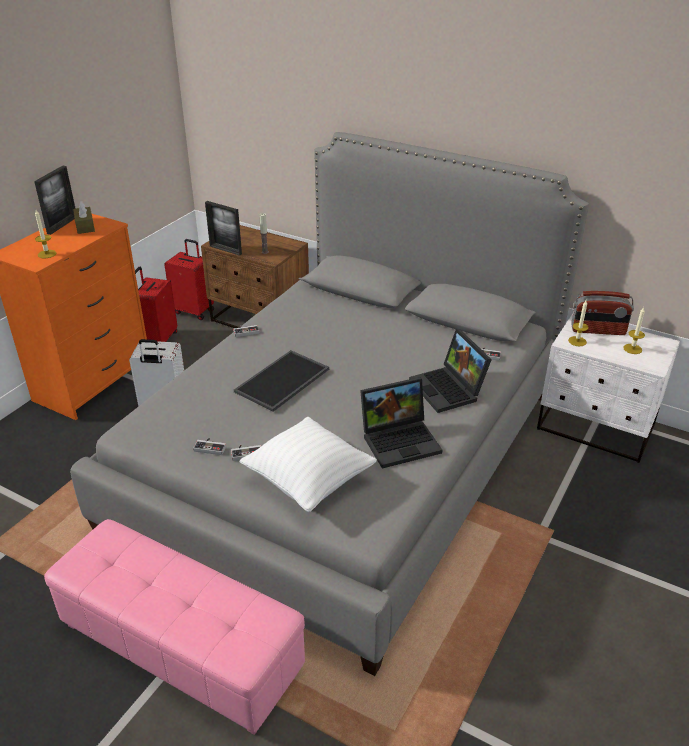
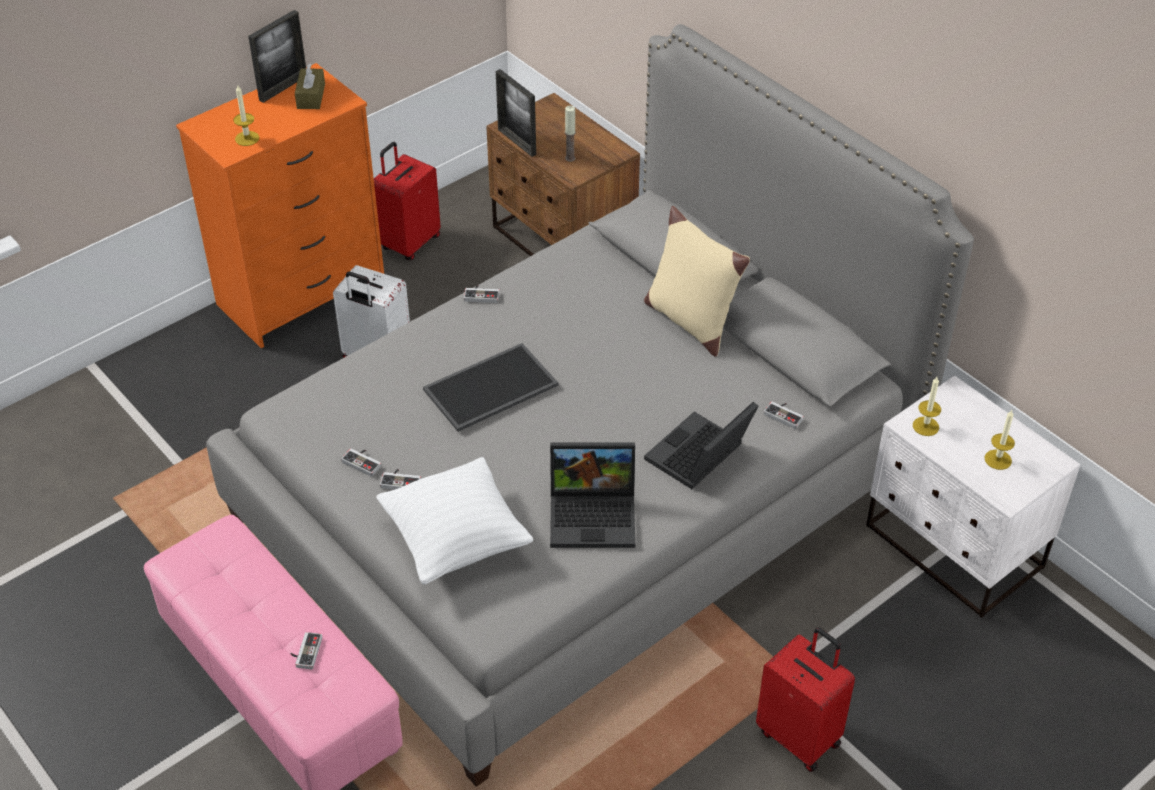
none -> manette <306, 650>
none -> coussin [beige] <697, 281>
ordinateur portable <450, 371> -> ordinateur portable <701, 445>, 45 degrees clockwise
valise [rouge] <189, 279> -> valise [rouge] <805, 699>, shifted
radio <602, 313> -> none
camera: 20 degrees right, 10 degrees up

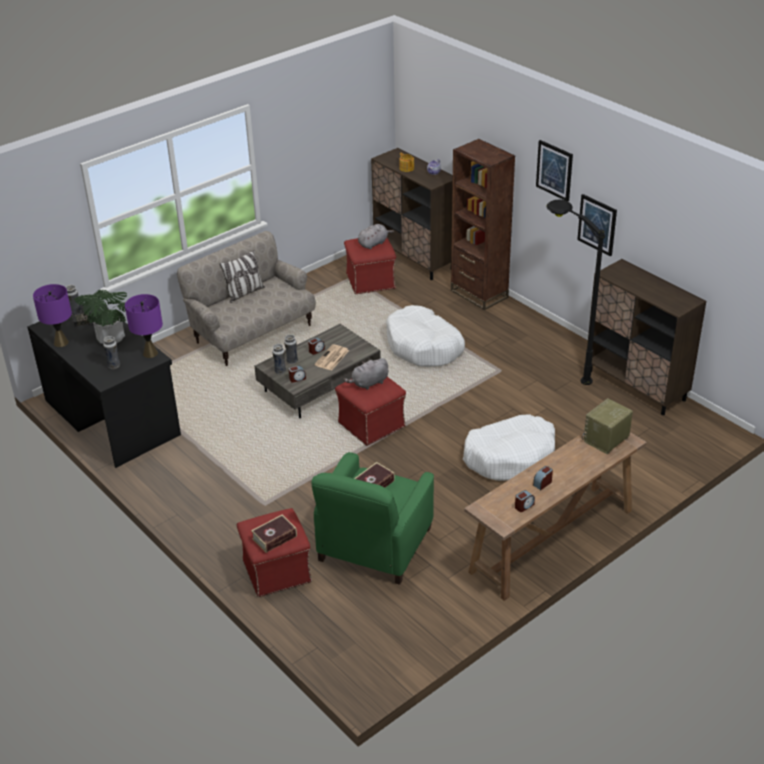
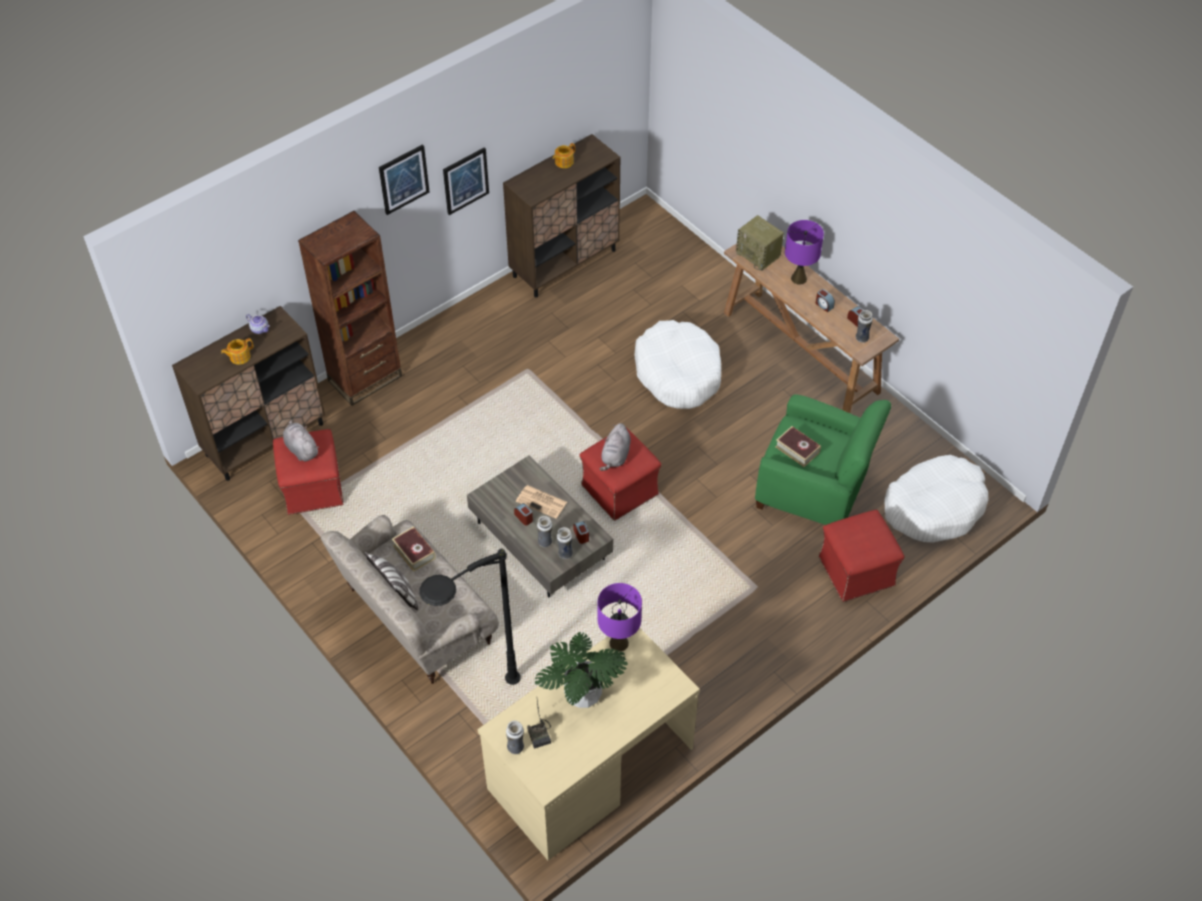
livre <274, 533> -> livre <414, 549>, shifted
lampadaire [noir] <575, 292> -> lampadaire [noir] <470, 617>, shifted
bureau [noir] <104, 384> -> bureau [beige] <589, 744>
none -> théière <564, 155>
peluche [gris] <365, 374> -> peluche [gris] <615, 447>, 45 degrees clockwise
lampe de table [violet] <52, 315> -> lampe de table [violet] <804, 252>, shifted
vase <111, 352> -> vase <864, 326>, shifted
panier pour chien [blanc] <425, 336> -> panier pour chien [blanc] <937, 498>, shifted
camera: 90 degrees left, 15 degrees up

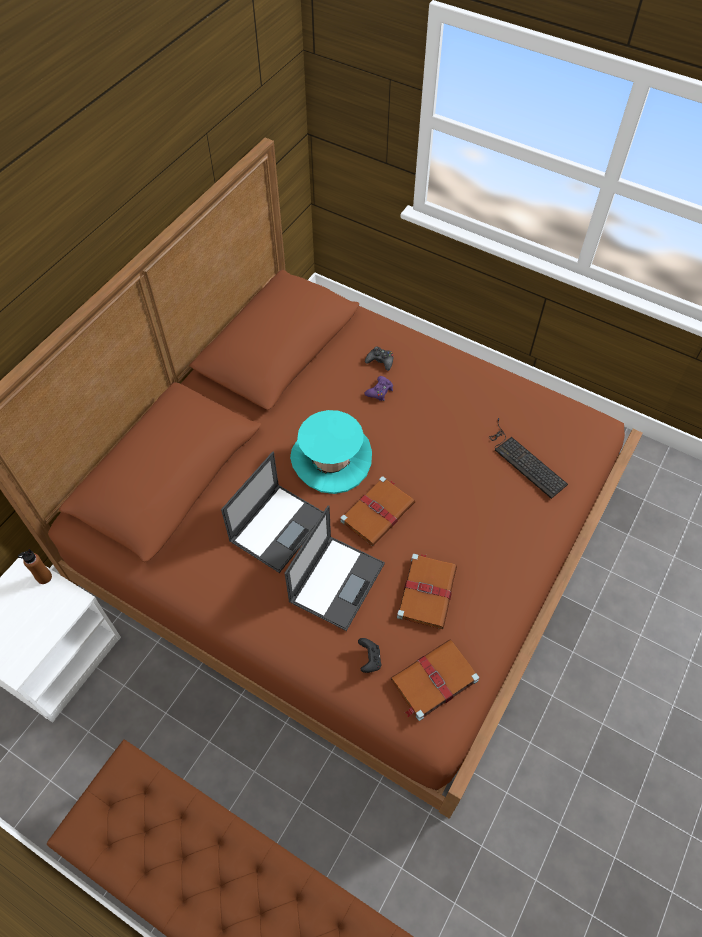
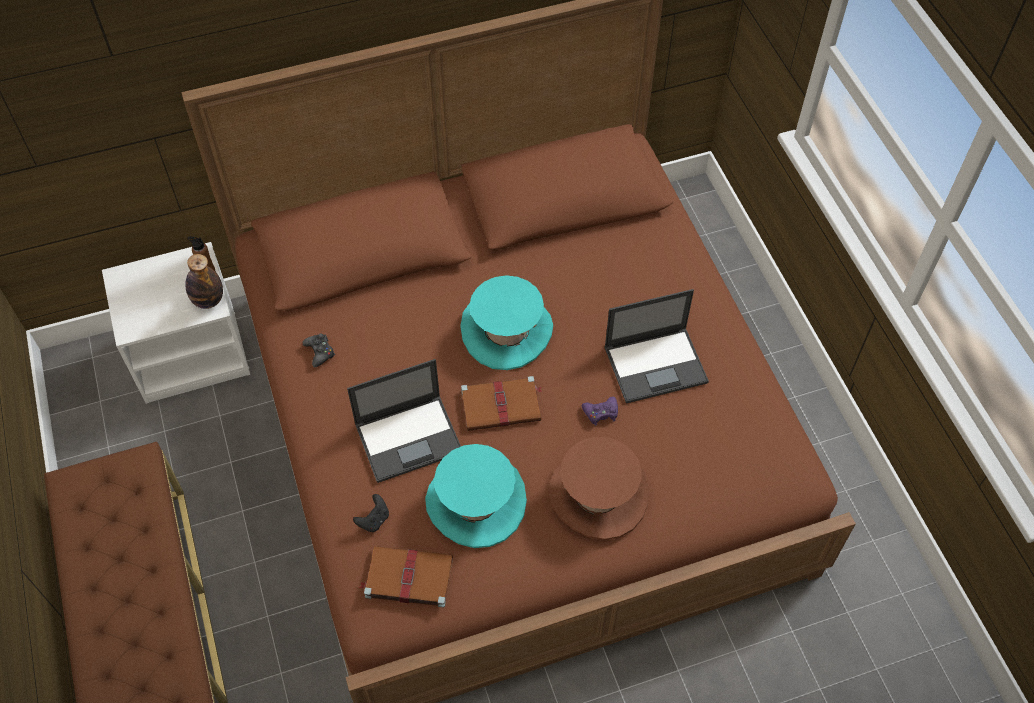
none -> bouteille <204, 281>
manette [noir] <379, 358> -> manette [noir] <319, 350>, shifted
livre [marron] <427, 591> -> chapeau [turquoise] <476, 496>
none -> chapeau [marron] <598, 488>
manette [violet] <378, 388> -> manette [violet] <600, 411>, shifted
ordinateur portable <272, 512> -> ordinateur portable <656, 346>, shifted
clavier <528, 458> -> none
camera: 40 degrees right, 0 degrees up

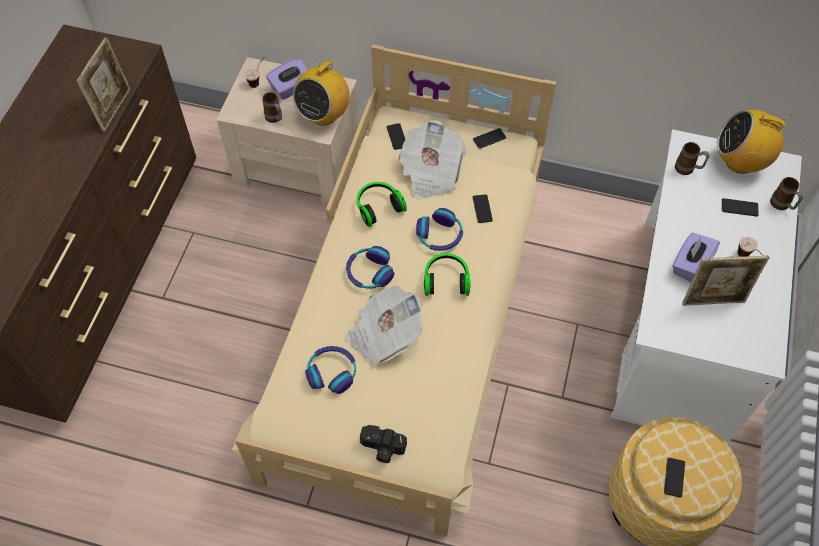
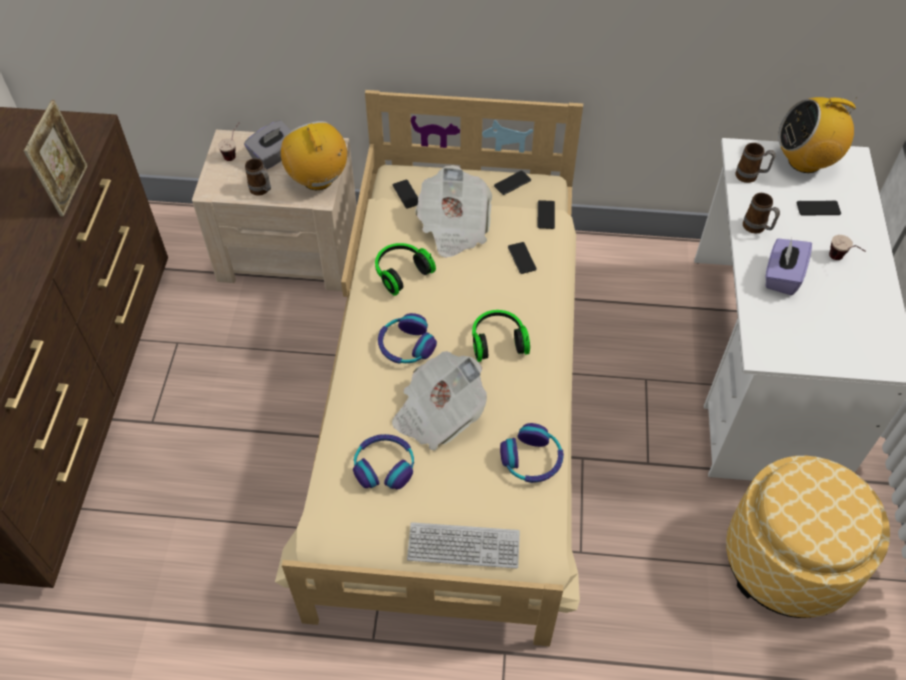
boîte à mouchoirs [violet] <287, 79> -> boîte à mouchoirs [gris] <267, 144>
radio <321, 91> -> radio <314, 155>, 135 degrees clockwise
appareil photo <383, 444> -> clavier <463, 545>
casque audio <439, 229> -> casque audio <532, 453>, shifted
téléphone <674, 478> -> téléphone <546, 214>, shifted
mug <786, 193> -> mug <761, 213>, shifted
cadre photo <725, 281> -> none
camera: 10 degrees left, 5 degrees down

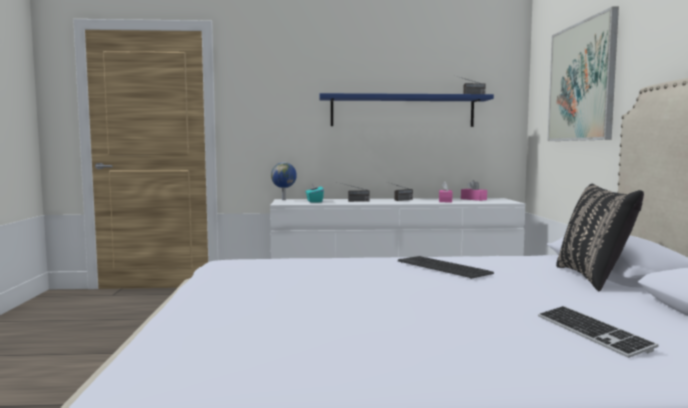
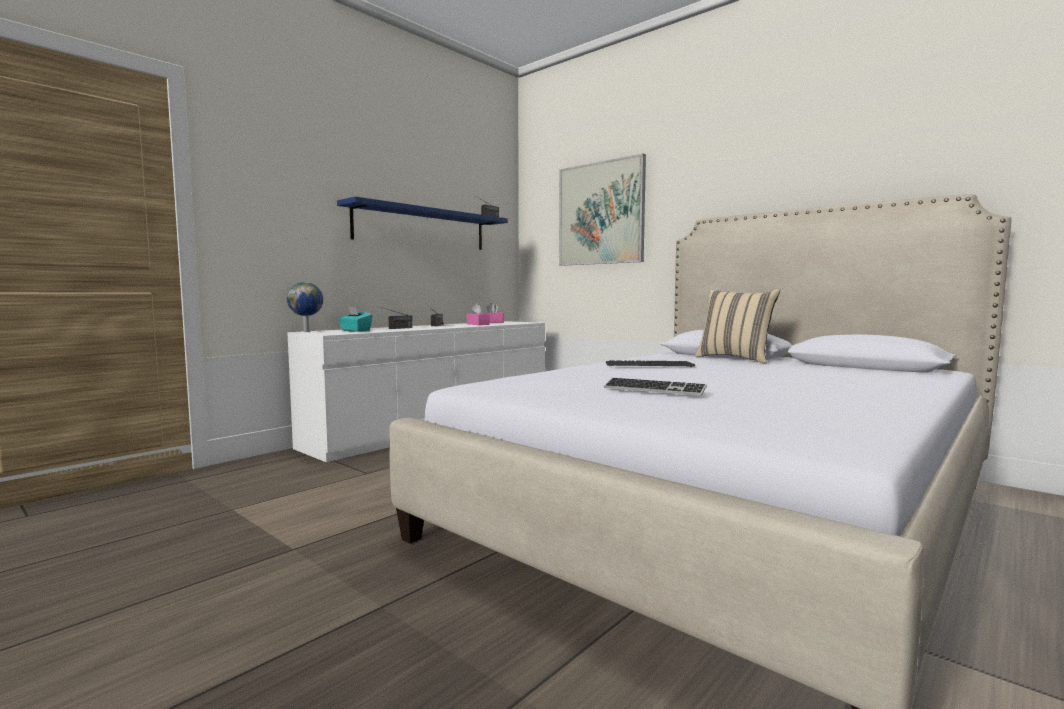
clavier <598, 332> -> clavier <655, 387>, shifted
coussin [noir] <600, 237> -> coussin [beige] <737, 326>
camera: 45 degrees left, 0 degrees up

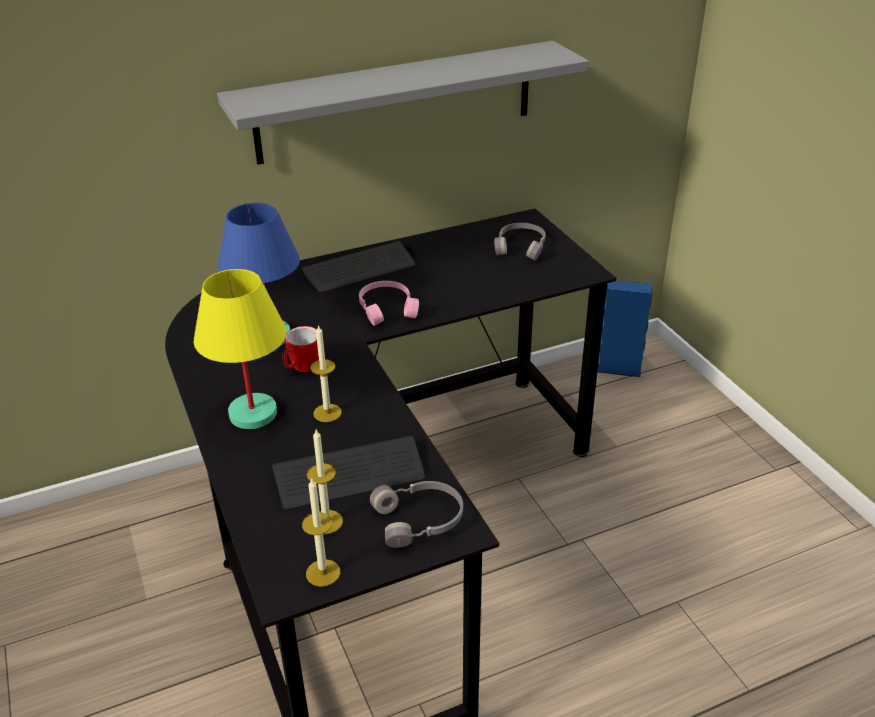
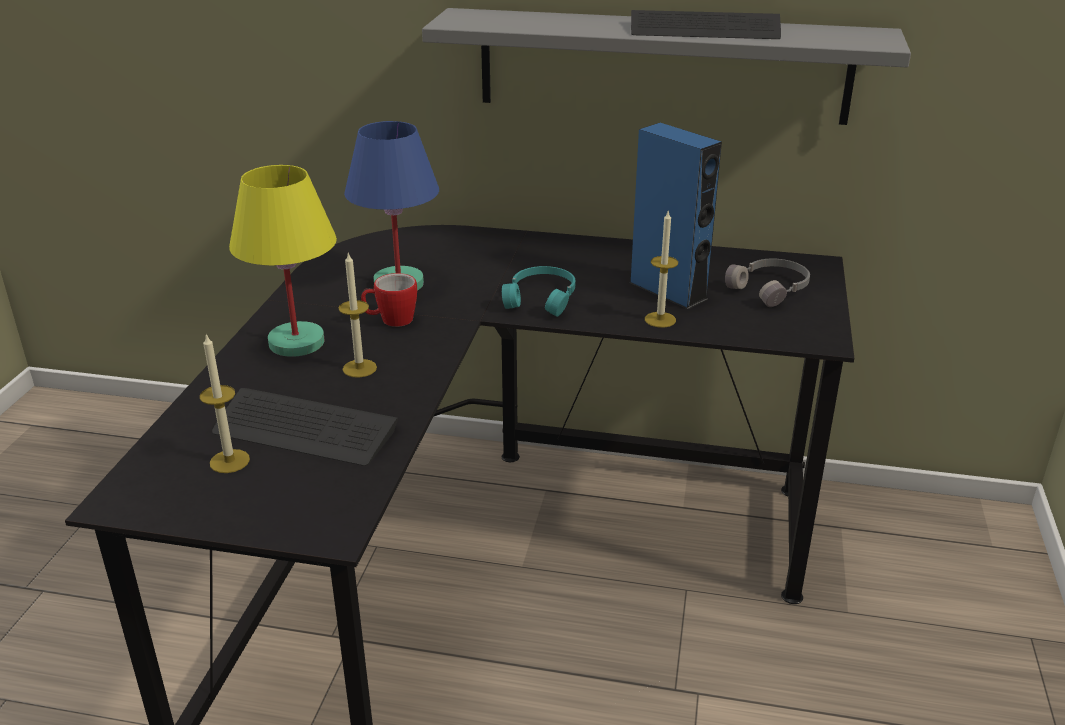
casque audio [rose] <389, 303> -> casque audio [turquoise] <538, 291>
enceinte [bleu] <624, 329> -> enceinte [bleu] <675, 216>, shifted
clavier <358, 266> -> clavier <706, 24>, shifted
bougie <321, 532> -> bougie <661, 269>, shifted
casque audio [gris] <416, 514> -> none
camera: 35 degrees right, 5 degrees down

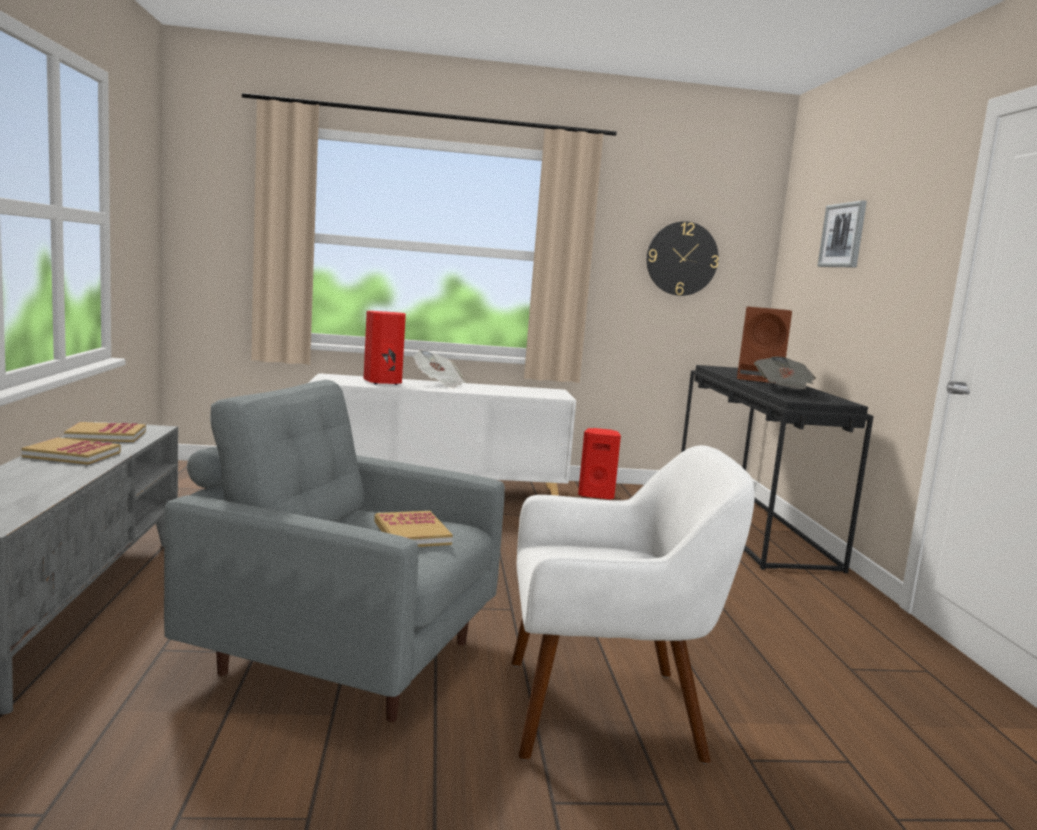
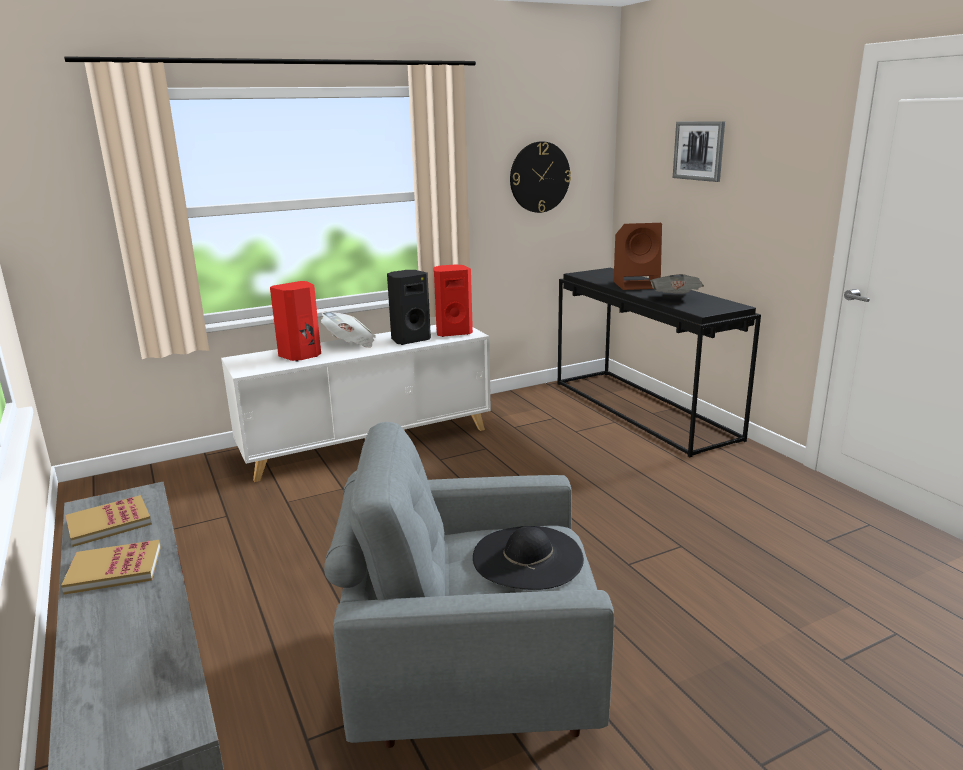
none -> enceinte [noir] <409, 307>
enceinte [rouge] <599, 464> -> enceinte [rouge] <453, 301>, shifted
livre <413, 529> -> chapeau [noir] <528, 558>
fauteuil [blanc] <633, 604> -> none
camera: 20 degrees left, 10 degrees up

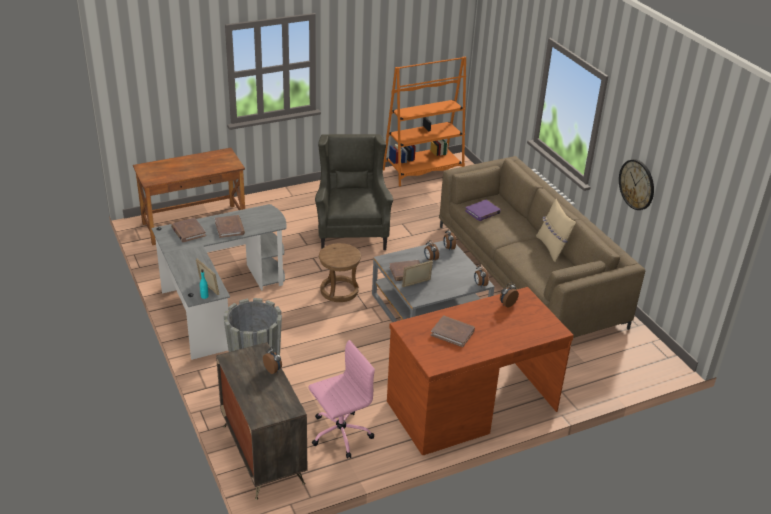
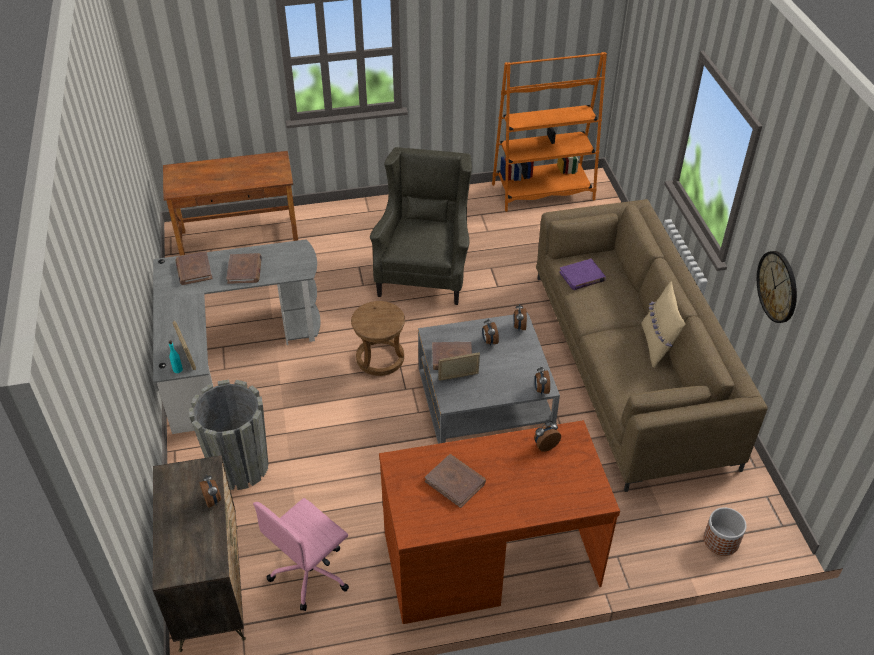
chaise de bureau [rose] <342, 399> -> chaise de bureau [rose] <301, 554>, 150 degrees clockwise
none -> cache-pot <725, 531>
camera: 15 degrees right, 10 degrees up

